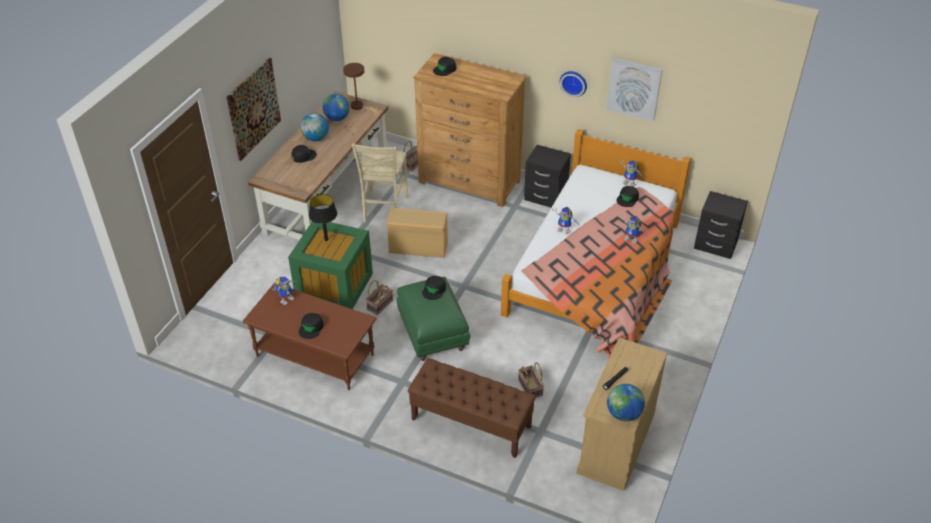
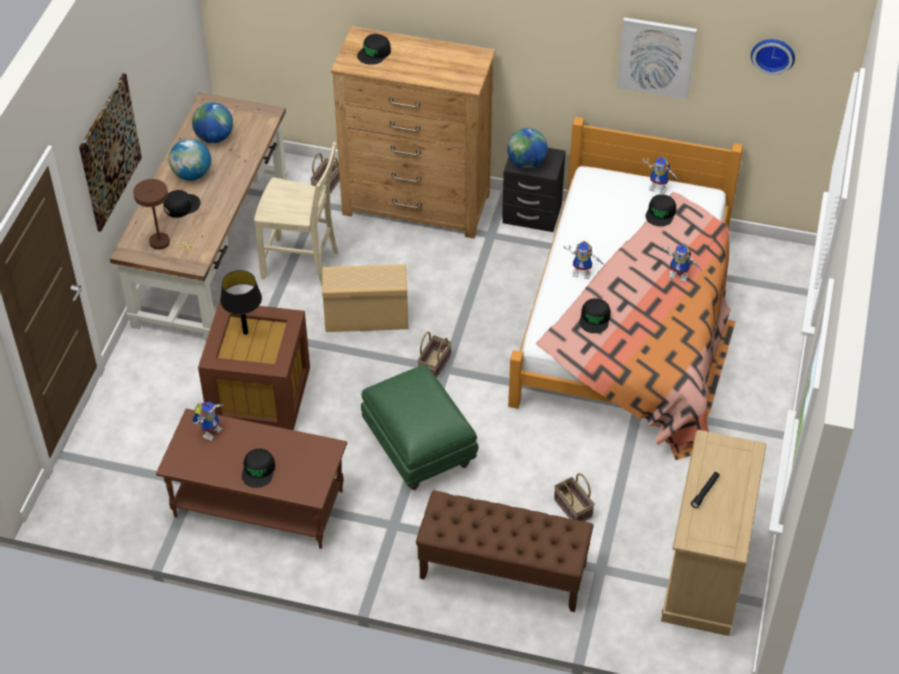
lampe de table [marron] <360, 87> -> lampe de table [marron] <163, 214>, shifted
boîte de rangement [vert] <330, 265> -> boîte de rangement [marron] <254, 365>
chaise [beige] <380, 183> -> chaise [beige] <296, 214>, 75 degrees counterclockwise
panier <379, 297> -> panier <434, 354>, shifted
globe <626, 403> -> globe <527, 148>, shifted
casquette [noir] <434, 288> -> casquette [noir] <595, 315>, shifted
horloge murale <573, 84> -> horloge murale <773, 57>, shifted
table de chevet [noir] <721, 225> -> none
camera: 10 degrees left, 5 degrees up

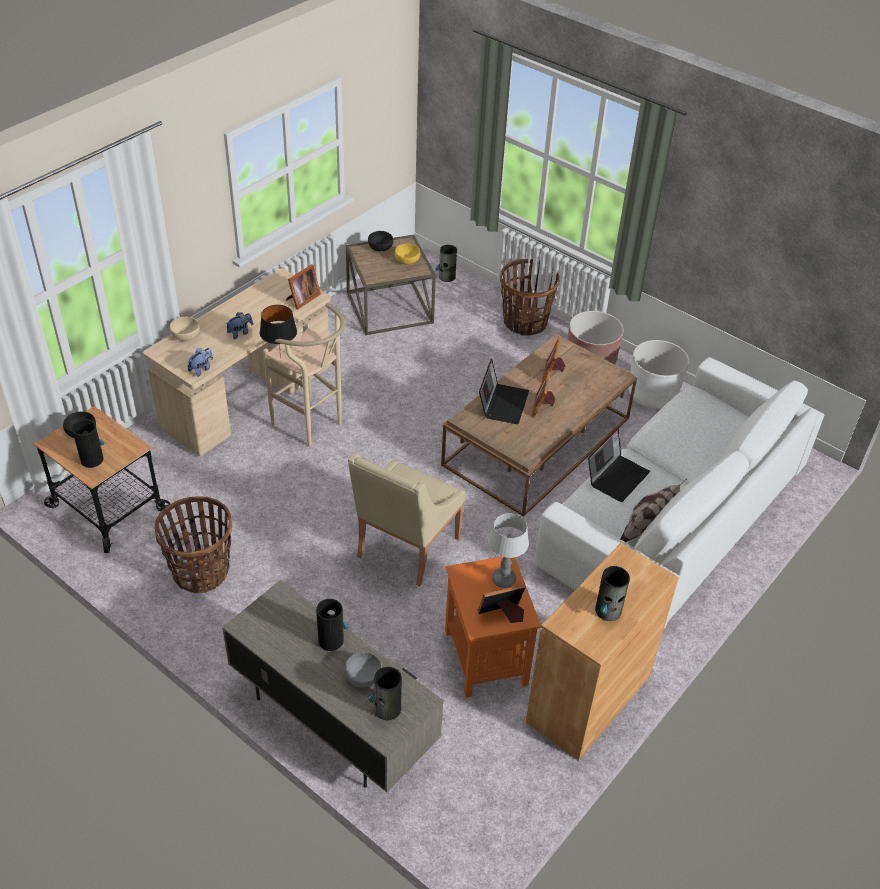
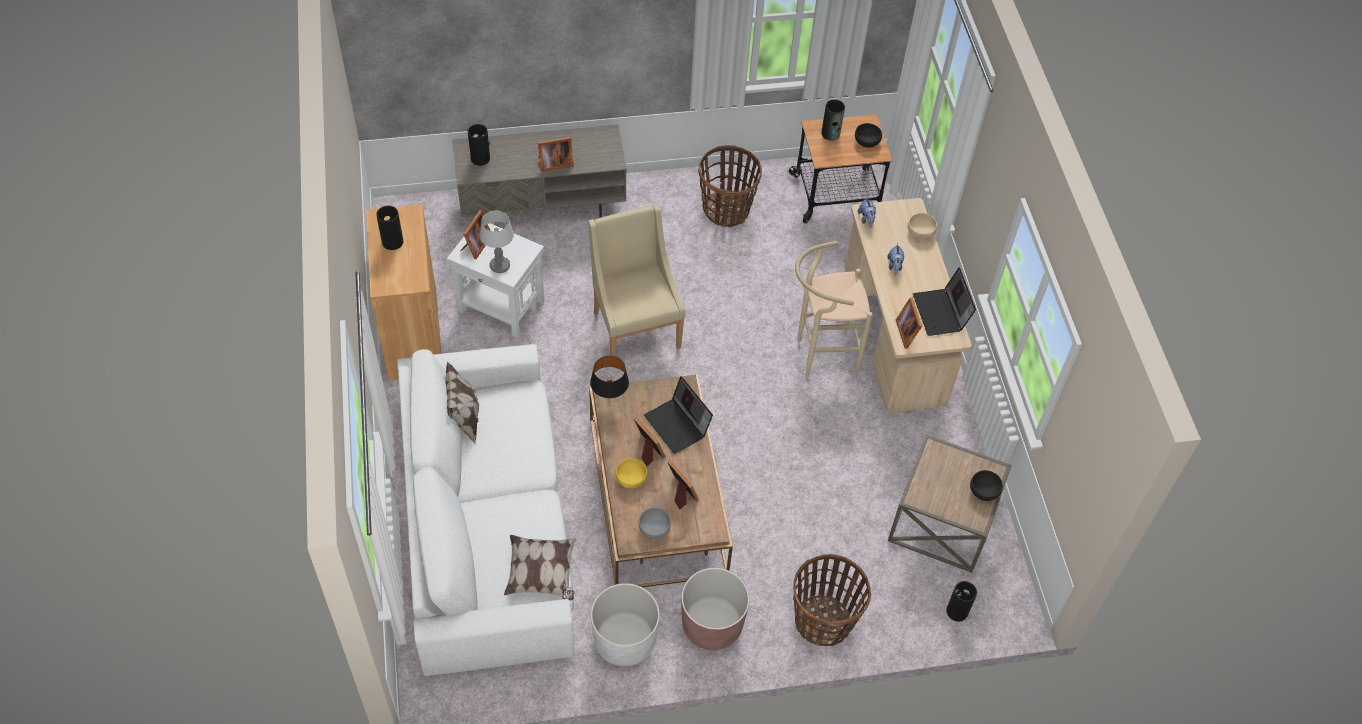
table d'appoint [orange] <493, 627> -> table d'appoint [blanc] <495, 280>
none -> coussin <540, 568>
vase <332, 625> -> cadre photo <556, 154>
lampe de table [noir] <278, 331> -> lampe de table [noir] <609, 379>, shifted
bol [jaune] <407, 254> -> bol [jaune] <631, 473>, shifted
bol [gris] <363, 670> -> bol [gris] <654, 523>, shifted
ordinateur portable <619, 465> -> ordinateur portable <944, 302>, shifted
camera: 130 degrees right, 10 degrees up

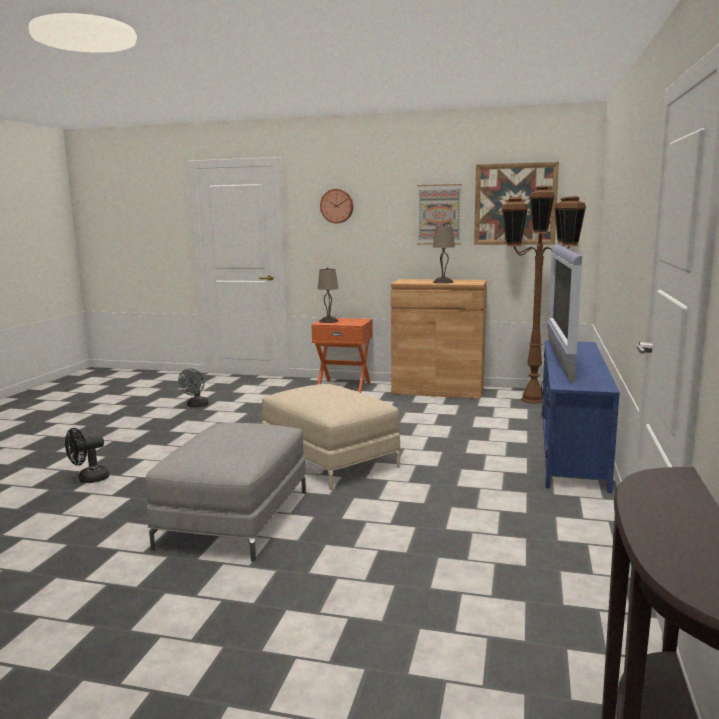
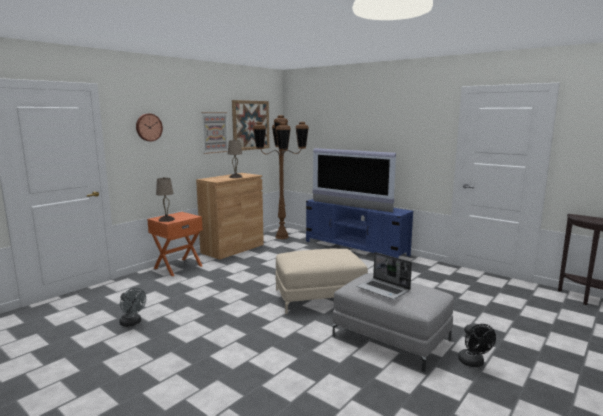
none -> ordinateur portable <384, 276>
ventilateur [noir] <87, 455> -> ventilateur [noir] <477, 345>, shifted
camera: 65 degrees left, 0 degrees up

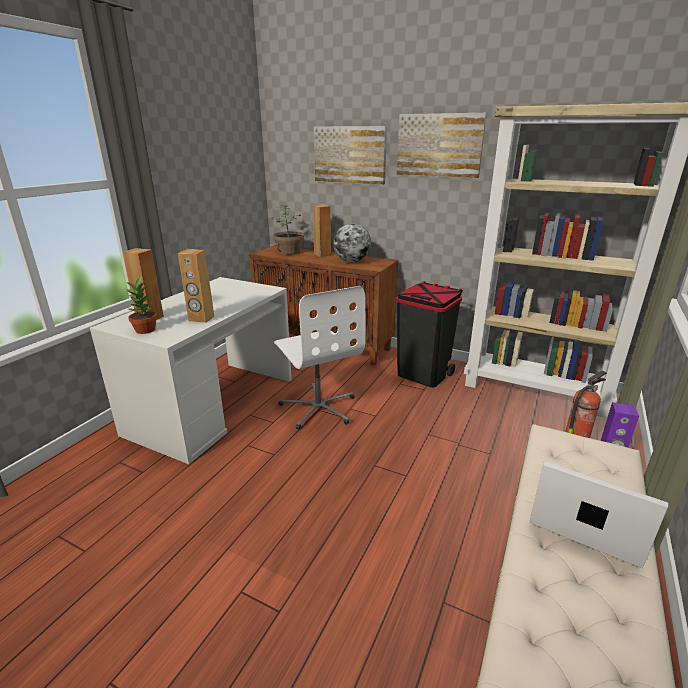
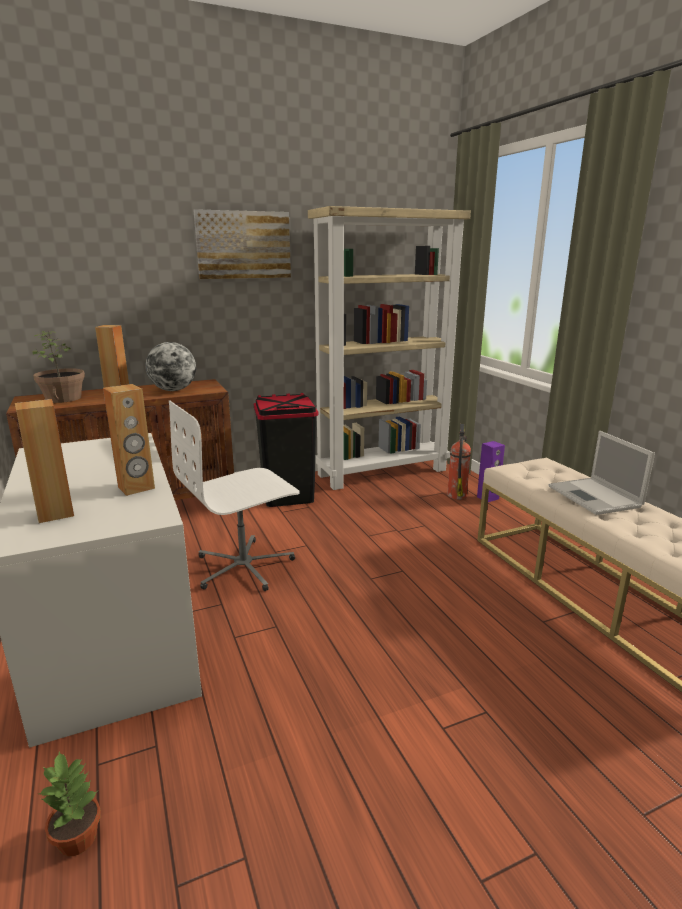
plante en pot <141, 305> -> plante en pot <70, 804>, shifted
chaise de bureau [blanc] <320, 358> -> chaise de bureau [blanc] <234, 495>, 135 degrees clockwise
ordinateur portable <598, 514> -> ordinateur portable <602, 473>, 90 degrees counterclockwise
tableau <350, 155> -> none
camera: 50 degrees left, 5 degrees down

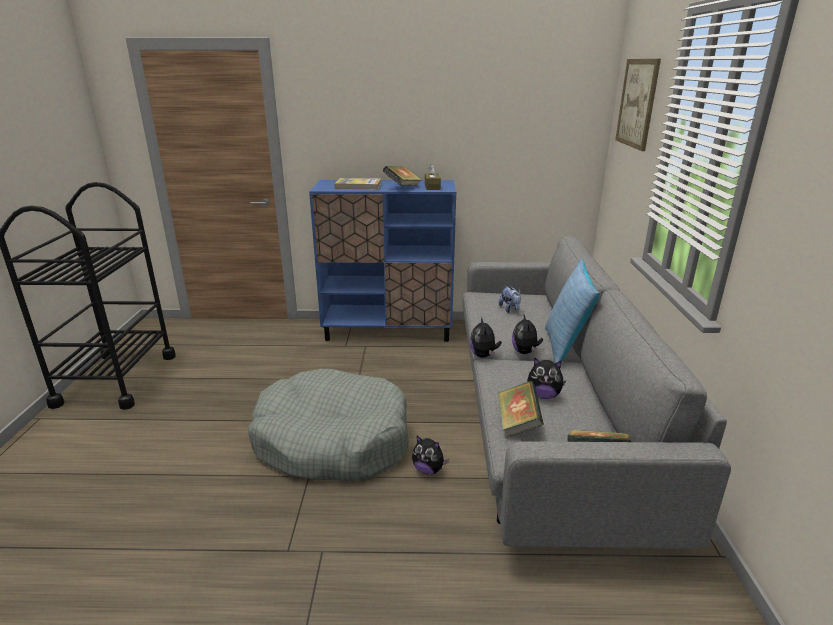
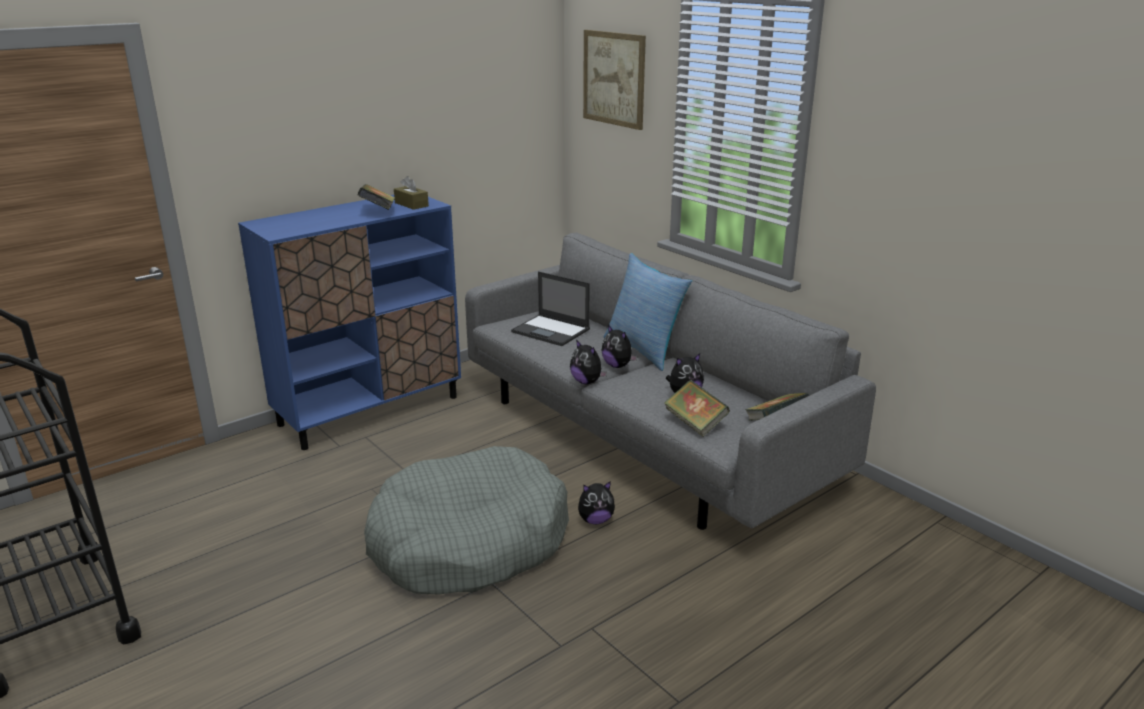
peluche <510, 299> -> ordinateur portable <550, 308>
livre <357, 184> -> none
camera: 40 degrees left, 0 degrees up

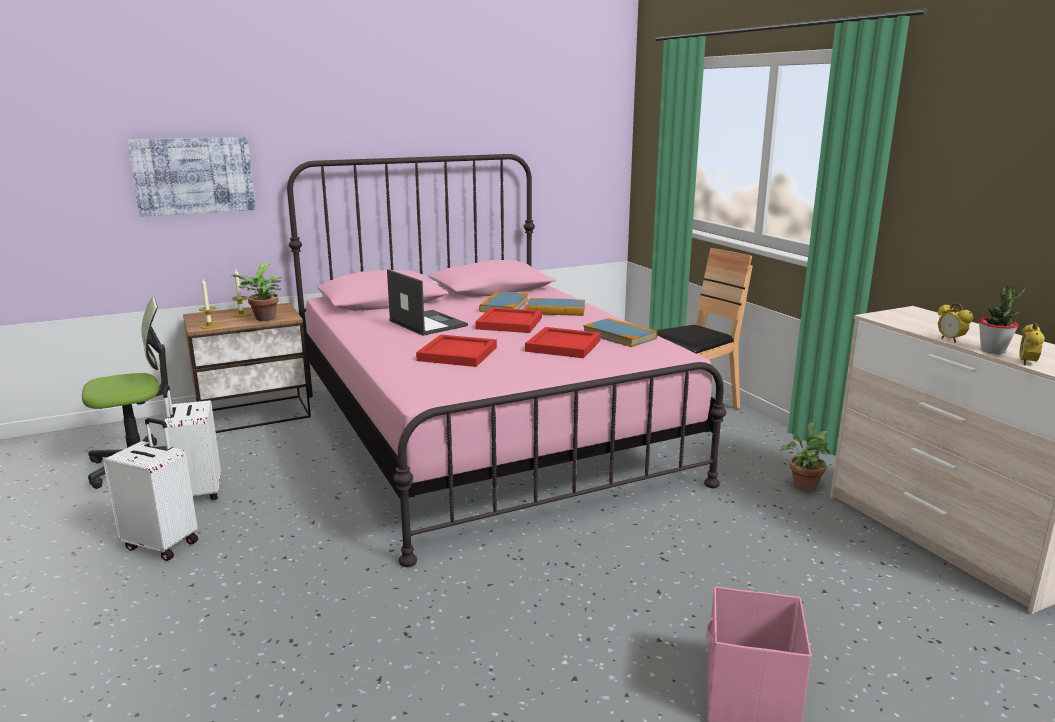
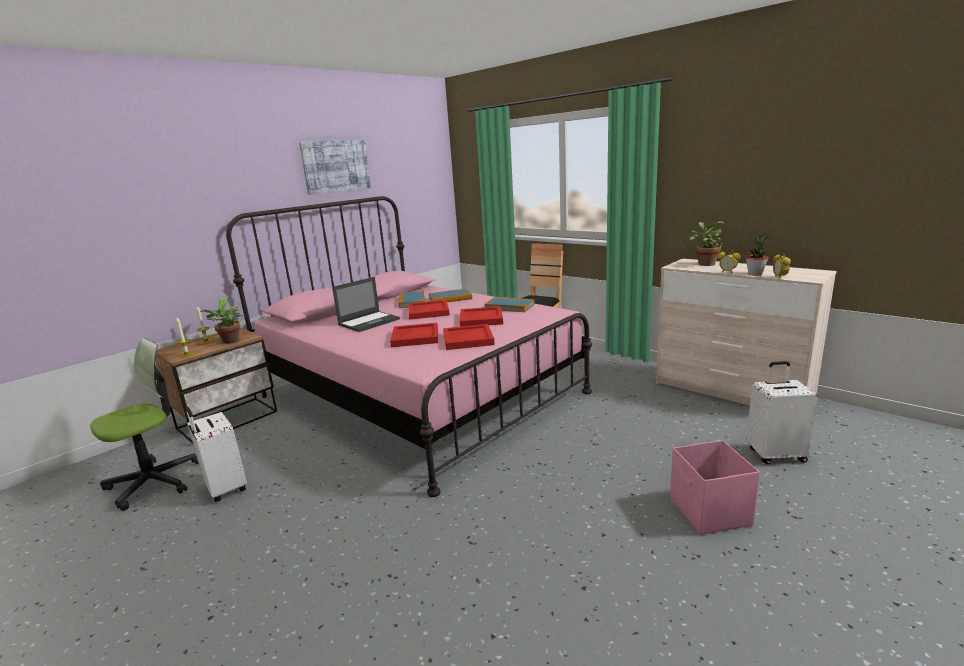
tableau <191, 177> -> tableau <335, 167>, shifted
ordinateur portable <427, 302> -> ordinateur portable <366, 304>, 105 degrees clockwise
none -> plateau [rouge] <469, 337>
plante en pot <804, 457> -> plante en pot <707, 243>, shifted
valise [blanc] <150, 489> -> valise [blanc] <782, 412>, shifted
camera: 20 degrees left, 0 degrees up

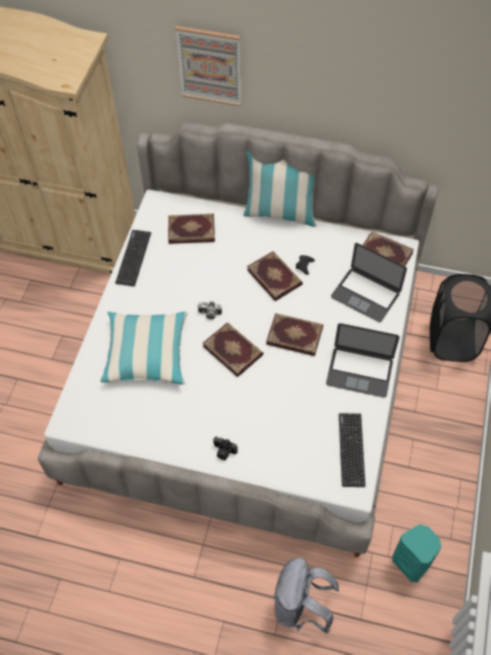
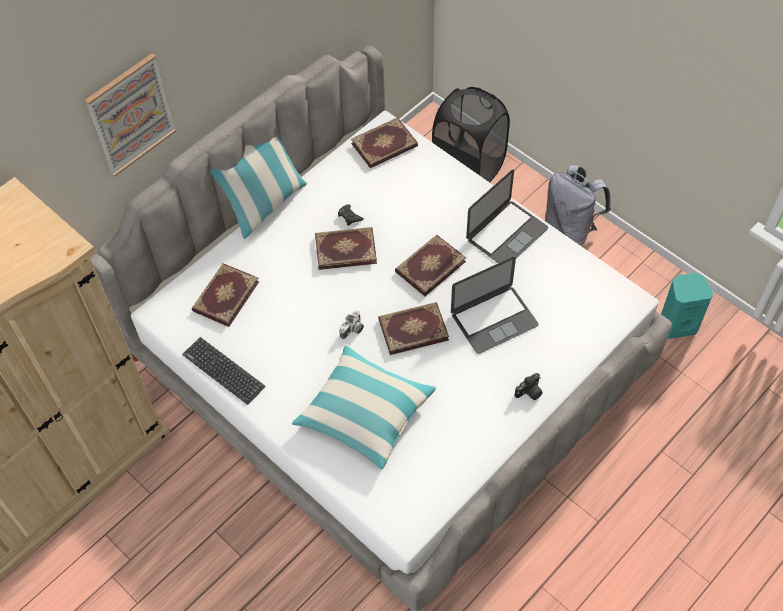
ordinateur portable <369, 282> -> ordinateur portable <495, 305>, shifted
sac à dos [gris] <306, 596> -> sac à dos [gris] <578, 205>, shifted
clavier <352, 450> -> none
camera: 60 degrees left, 0 degrees up

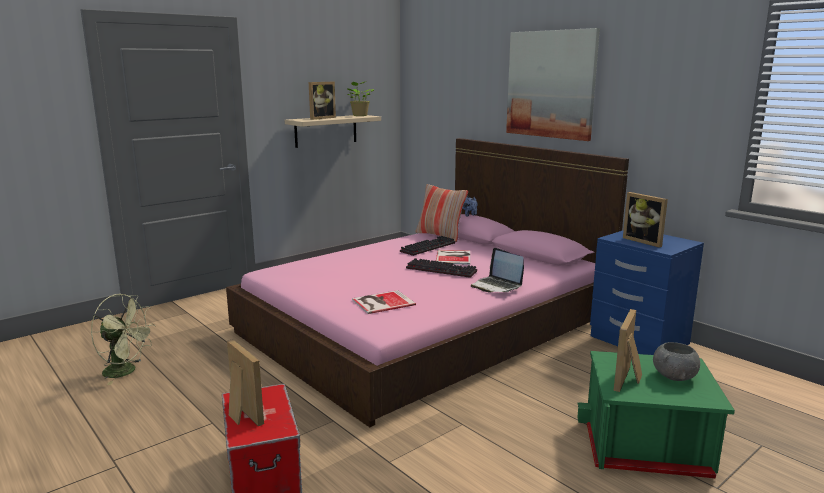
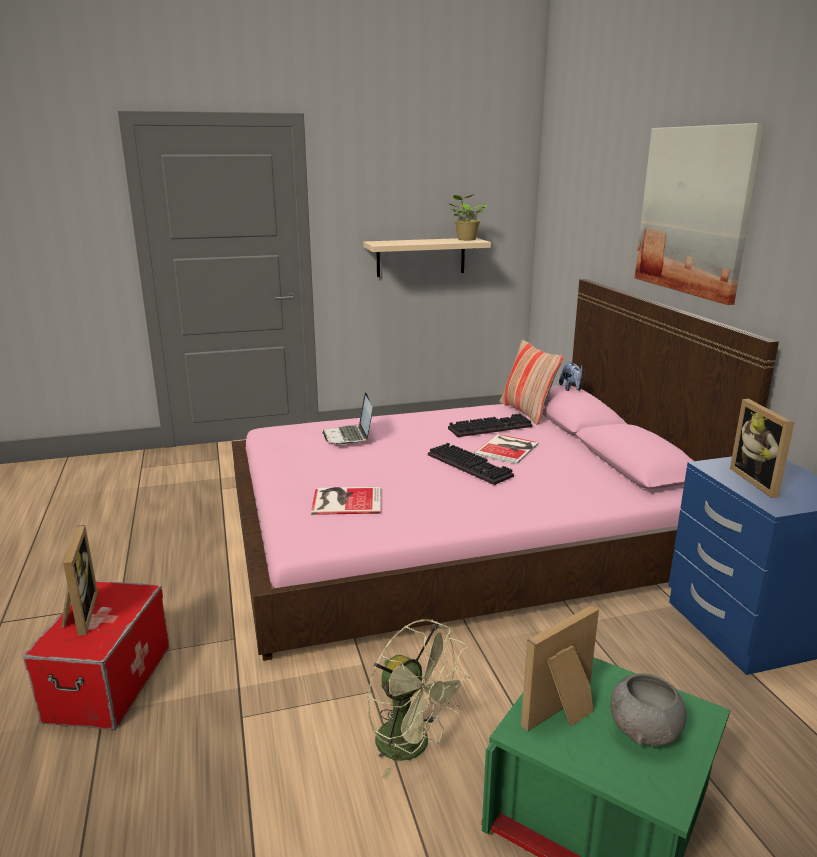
ordinateur portable <497, 270> -> ordinateur portable <347, 418>, shifted
ventilateur [vert] <123, 339> -> ventilateur [vert] <418, 699>, shifted
cadre photo <322, 101> -> none
camera: 25 degrees right, 5 degrees up

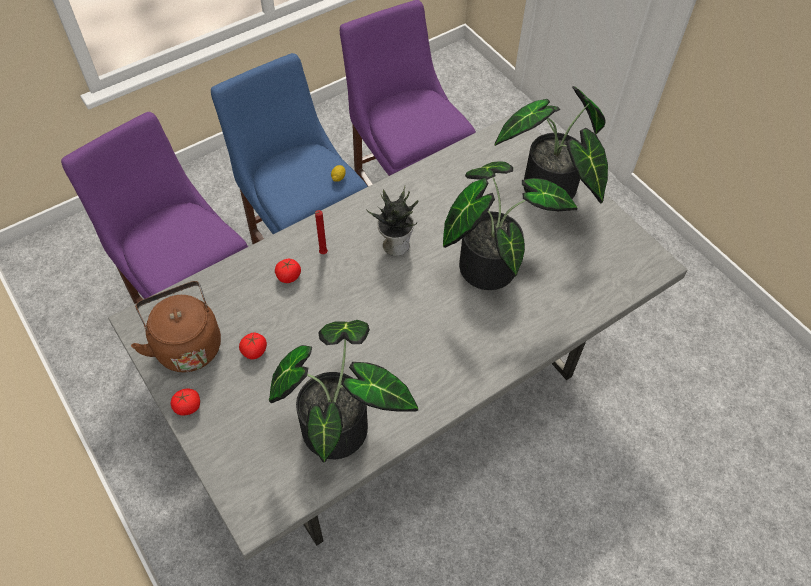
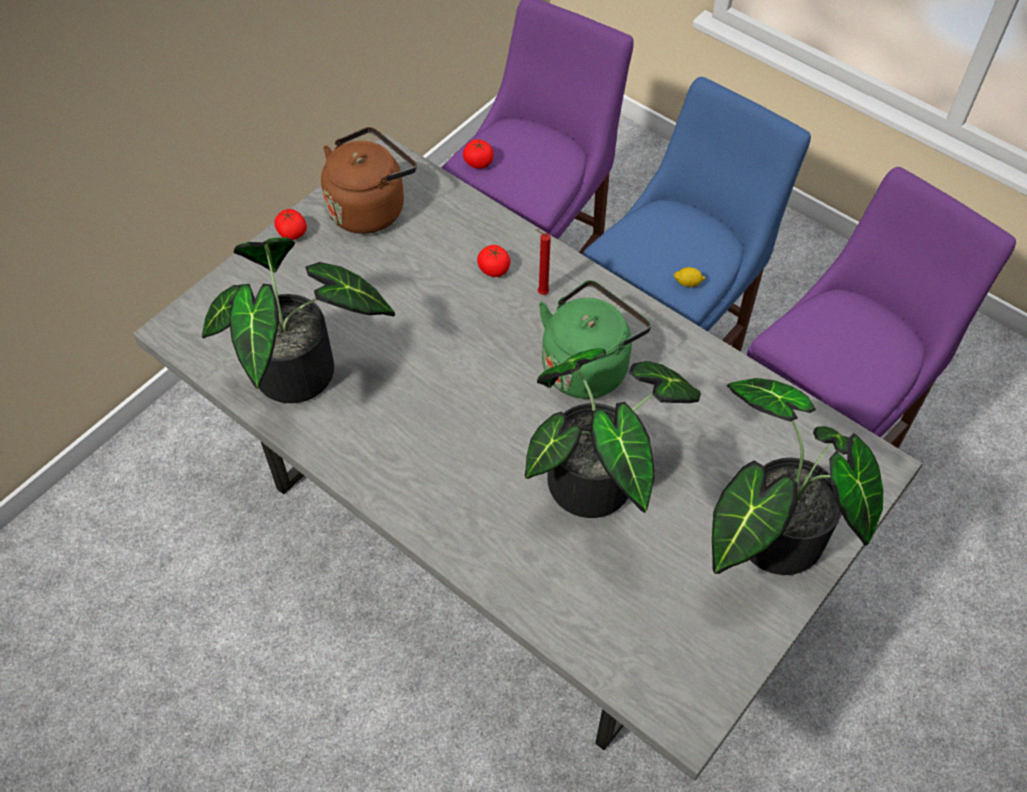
tomate <253, 346> -> tomate <478, 154>, shifted
plante en pot <392, 221> -> bouilloire [vert] <595, 339>
camera: 75 degrees right, 0 degrees up

